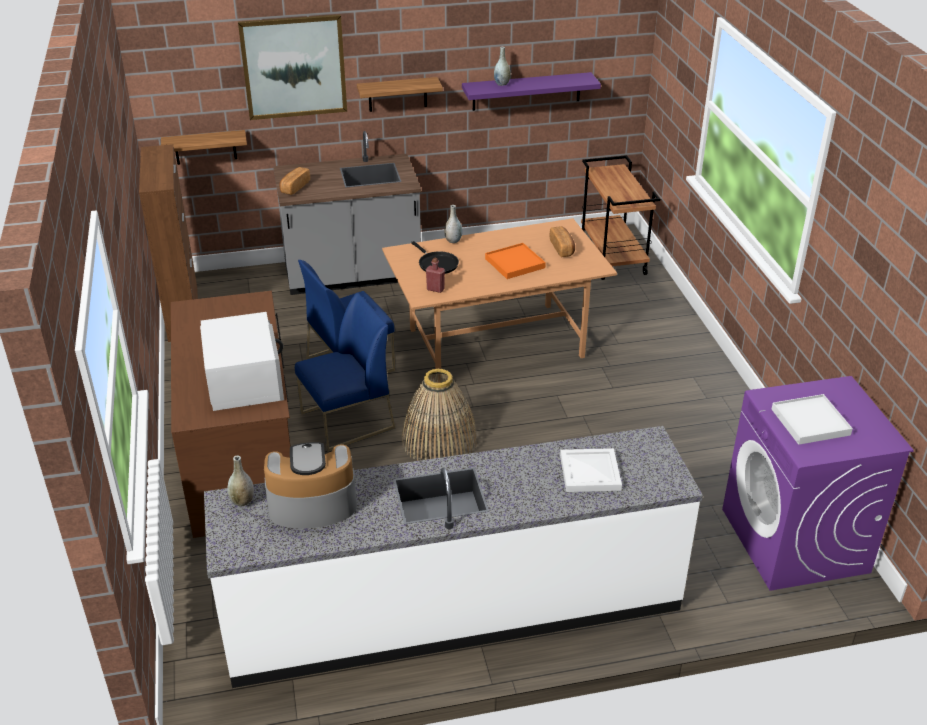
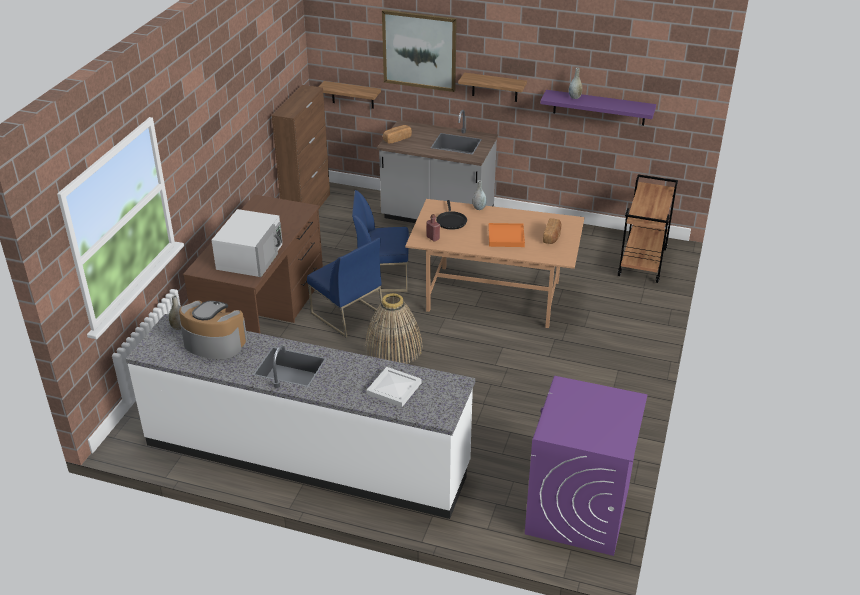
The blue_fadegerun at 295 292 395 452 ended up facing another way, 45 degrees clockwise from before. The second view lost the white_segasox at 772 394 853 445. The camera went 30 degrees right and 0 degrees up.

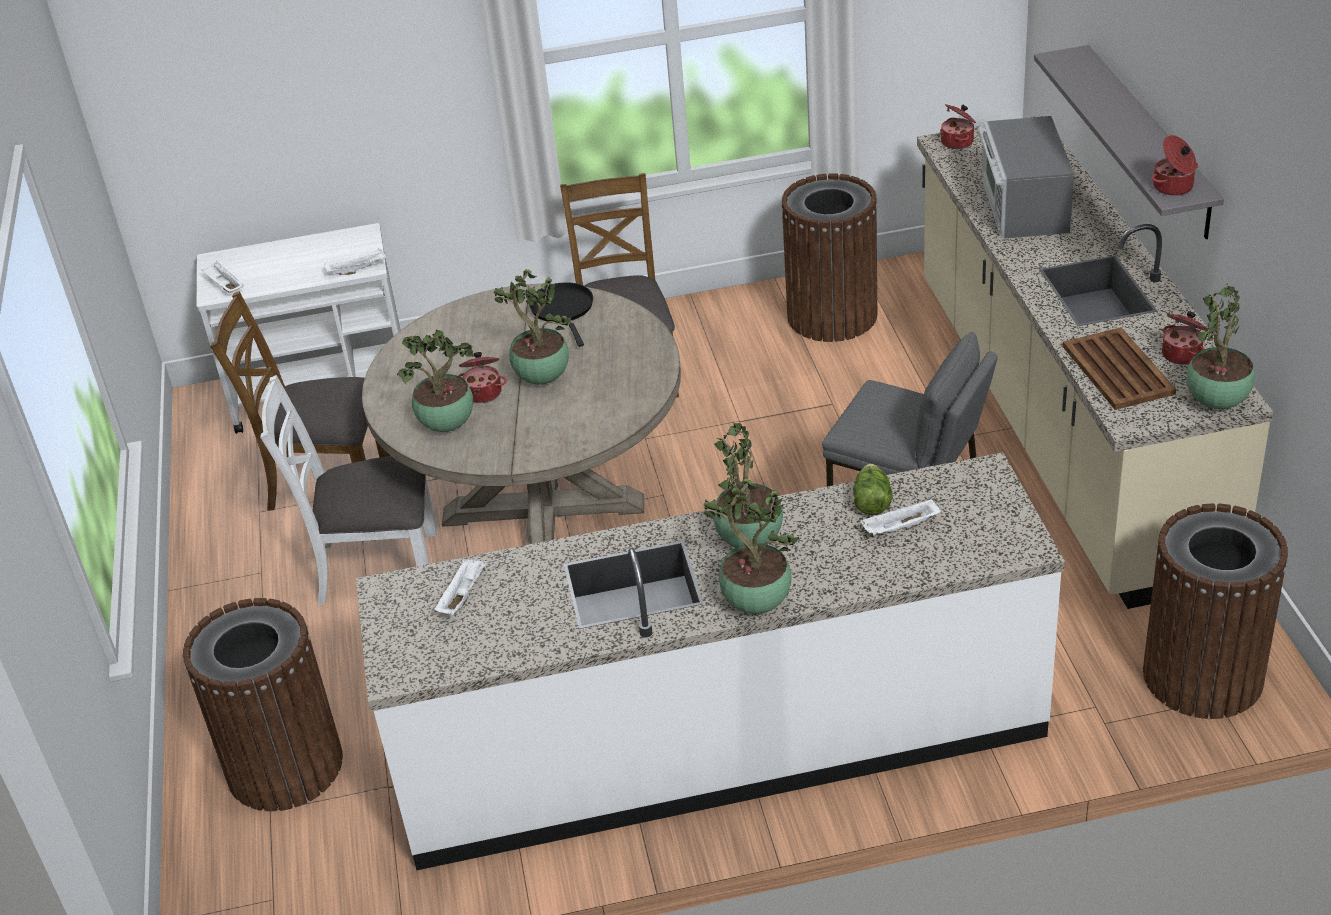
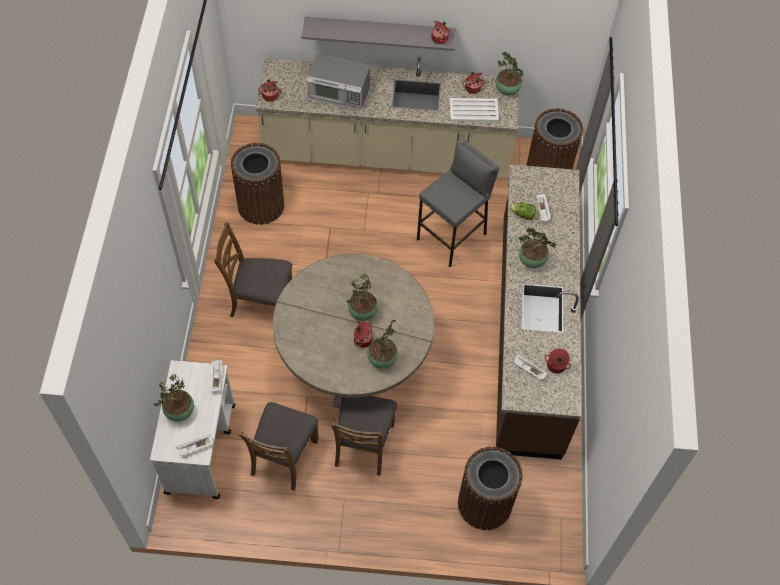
The second view lost the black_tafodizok at 529 282 593 347. What was the brown_segasox at 1063 327 1176 410 turned into the white_segasox at 450 98 499 122. What was the white_fadegerun at 260 375 437 605 turned into the brown_fadegerun at 331 396 397 476. What was the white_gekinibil at 356 452 1065 870 turned into the brown_gekinibil at 496 164 582 460. The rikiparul ended up elsewhere, having gone from 704 478 799 614 to 153 374 194 422. The second view gained the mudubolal at 545 348 571 374. The camera went 80 degrees left and 20 degrees up.

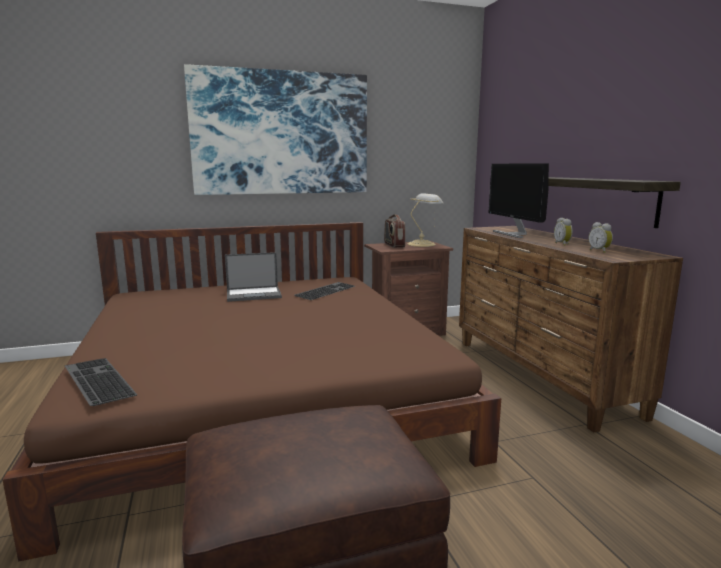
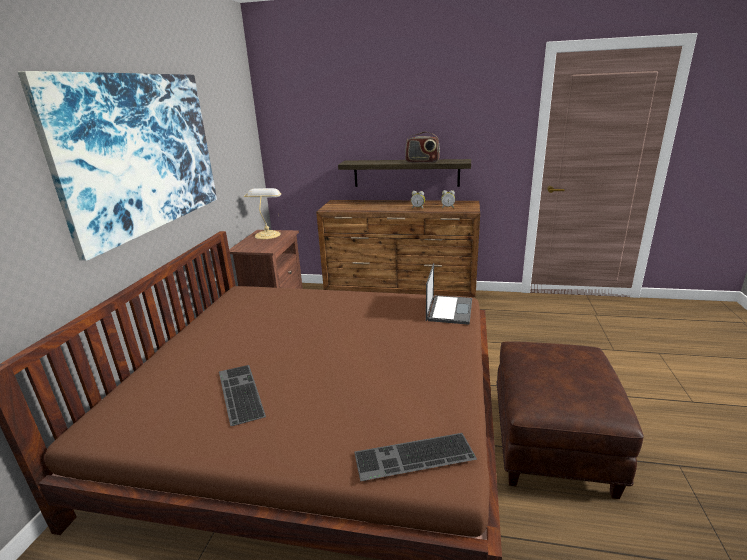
The second view lost the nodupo at 489 163 549 238. The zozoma ended up elsewhere, having gone from 384 214 406 248 to 405 131 440 163. The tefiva ended up elsewhere, having gone from 225 252 282 302 to 426 263 472 325. The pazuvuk ended up elsewhere, having gone from 294 282 355 300 to 219 365 266 426. The camera went 60 degrees left and 10 degrees up.

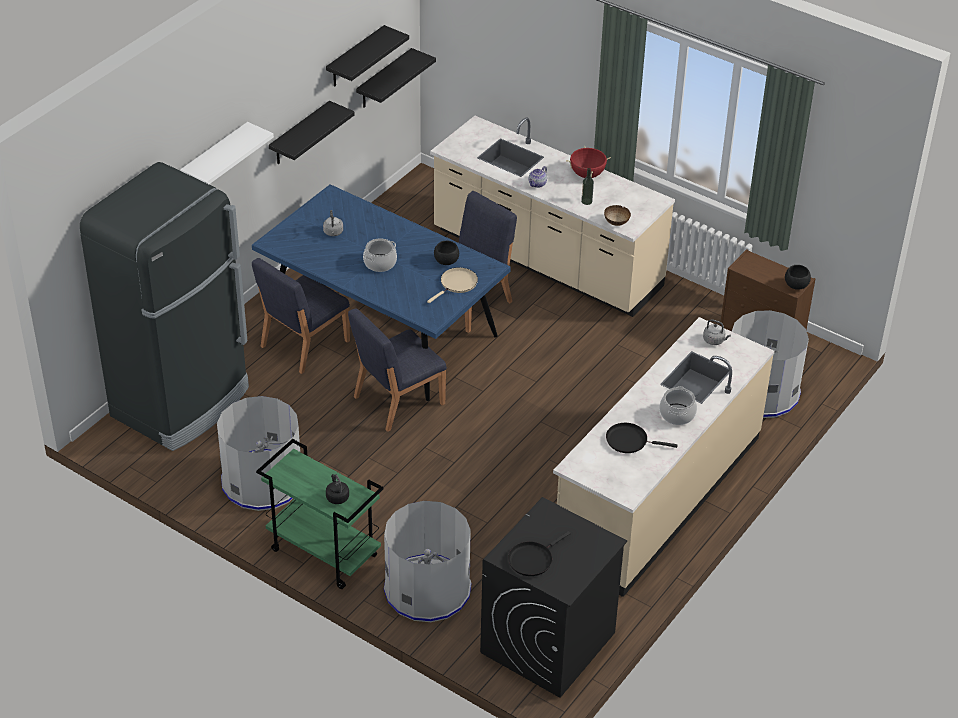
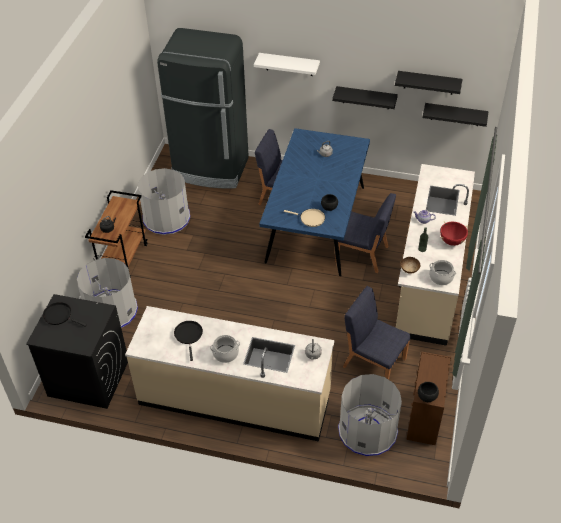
The mudubolal ended up elsewhere, having gone from 363 238 397 272 to 429 260 456 285. The blue_fadegerun ended up elsewhere, having gone from 348 308 447 432 to 343 286 411 380. What was the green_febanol at 256 439 384 589 turned into the brown_febanol at 85 190 147 278. The camera went 70 degrees right and 5 degrees up.

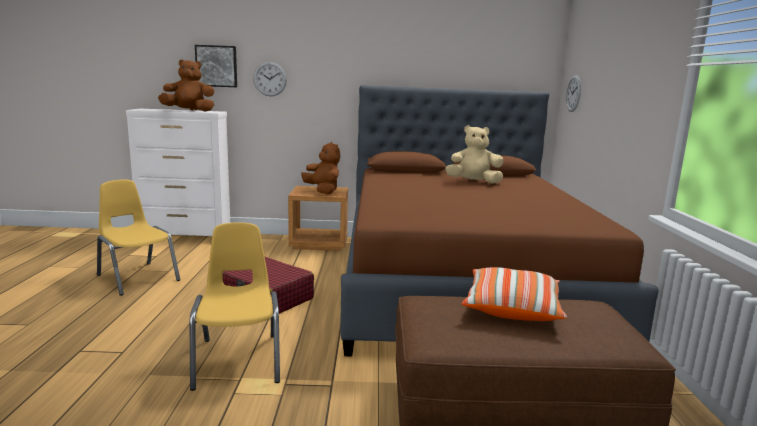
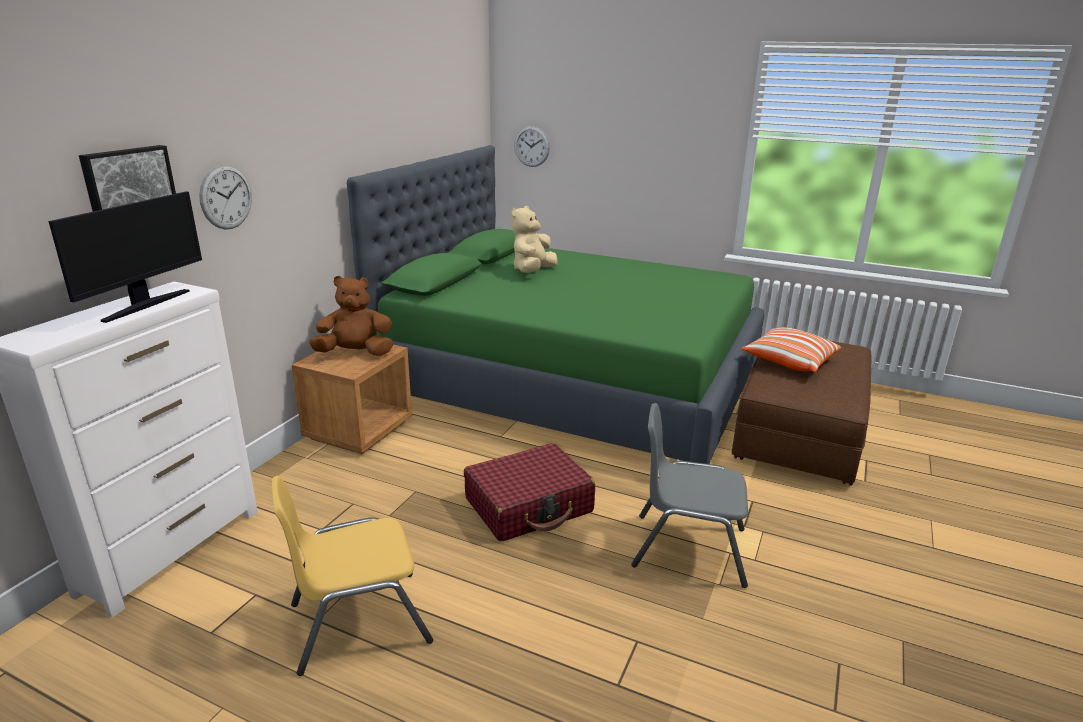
Where the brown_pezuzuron stood at 158 59 215 111, the nodupo came to stand at 48 191 202 323. What was the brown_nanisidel at 340 85 659 357 turned into the green_nanisidel at 347 145 764 464. What was the yellow_fadegerun at 190 222 280 391 turned into the grey_fadegerun at 631 403 748 588. The camera went 65 degrees left and 10 degrees up.

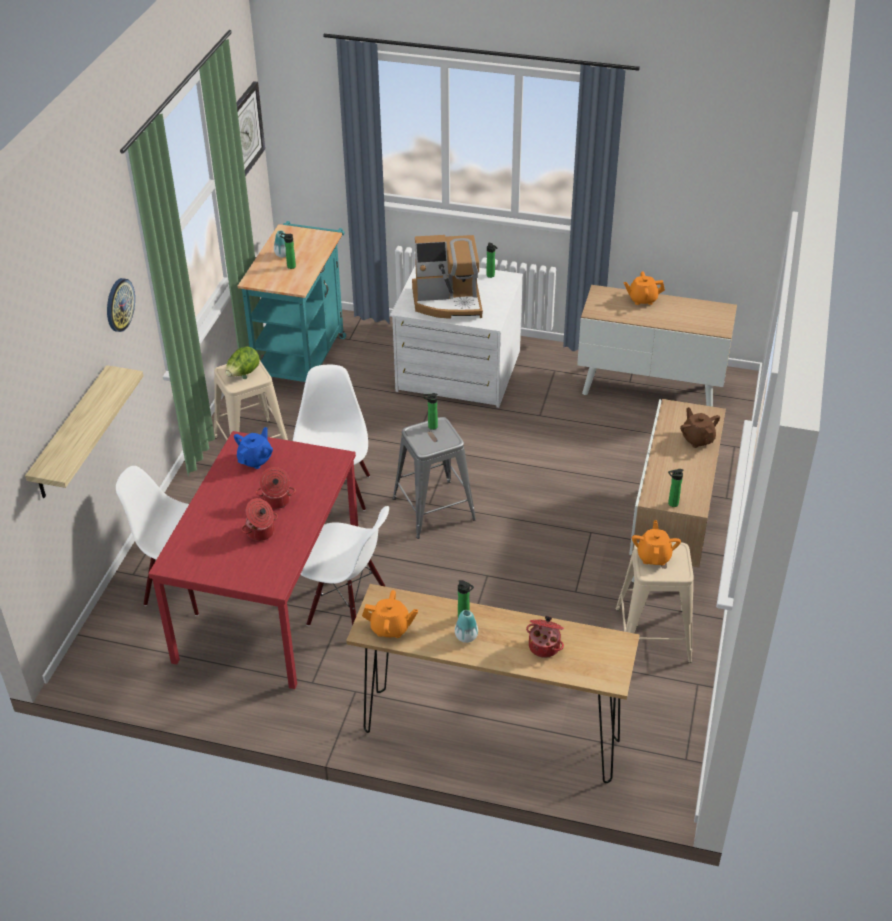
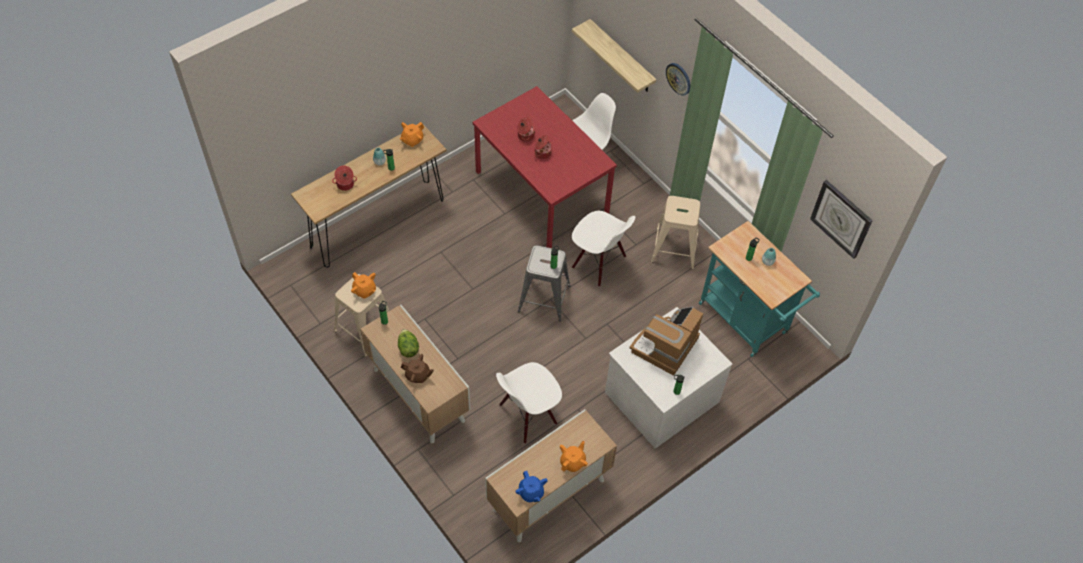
The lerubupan ended up elsewhere, having gone from 226 346 260 377 to 398 329 419 358. The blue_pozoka ended up elsewhere, having gone from 234 427 273 469 to 515 471 548 502. The white_fadegerun ended up elsewhere, having gone from 300 506 389 626 to 496 362 562 444. The camera went 125 degrees right and 15 degrees up.

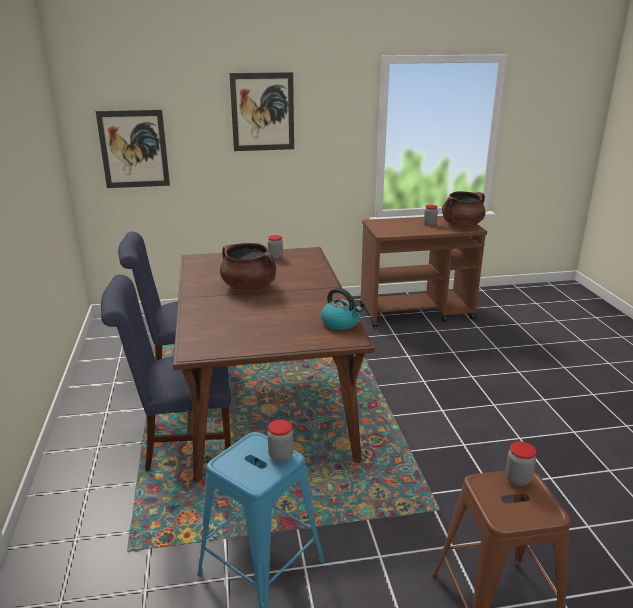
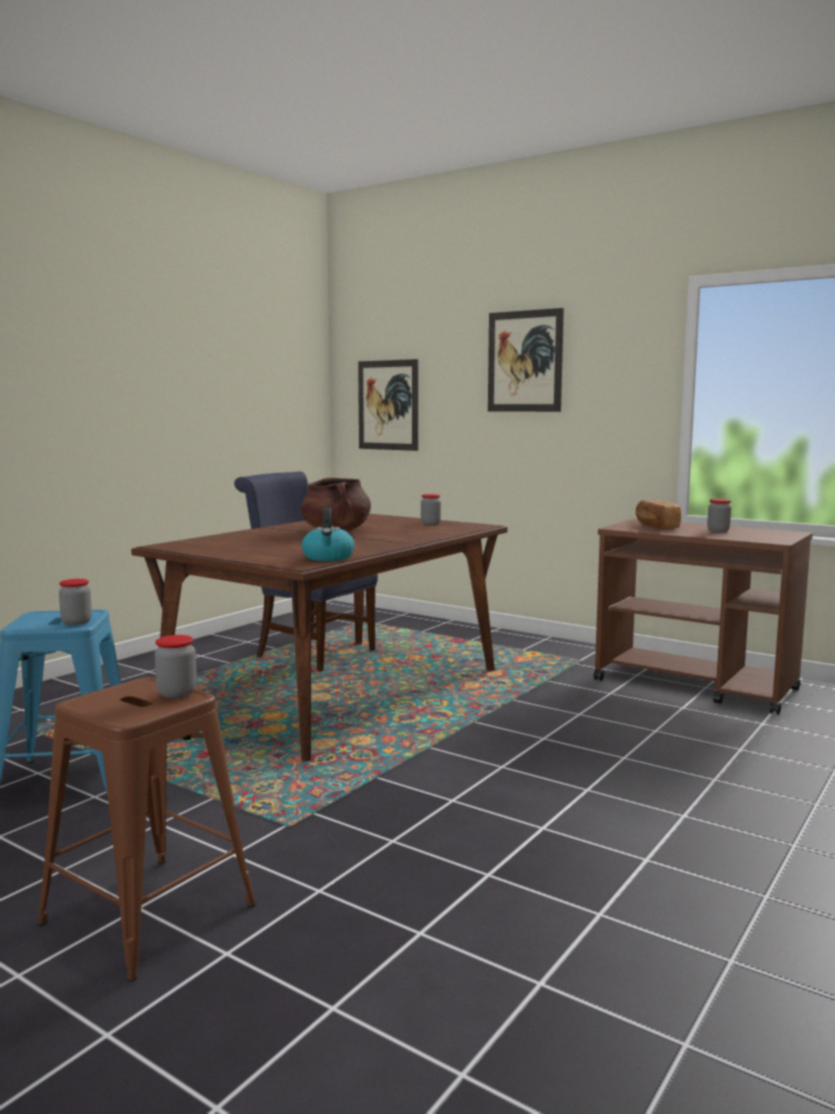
The second view lost the brown_mudubolal at 442 191 486 227. The second view lost the blue_fadegerun at 101 275 231 471. The second view gained the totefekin at 636 500 681 529. The camera went 45 degrees right and 15 degrees down.

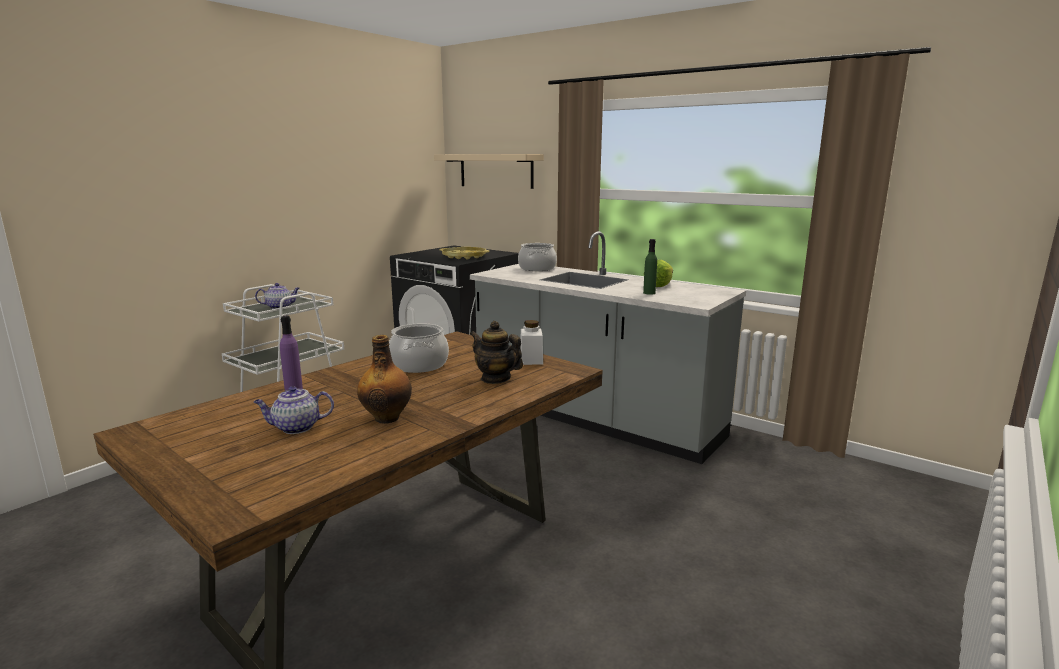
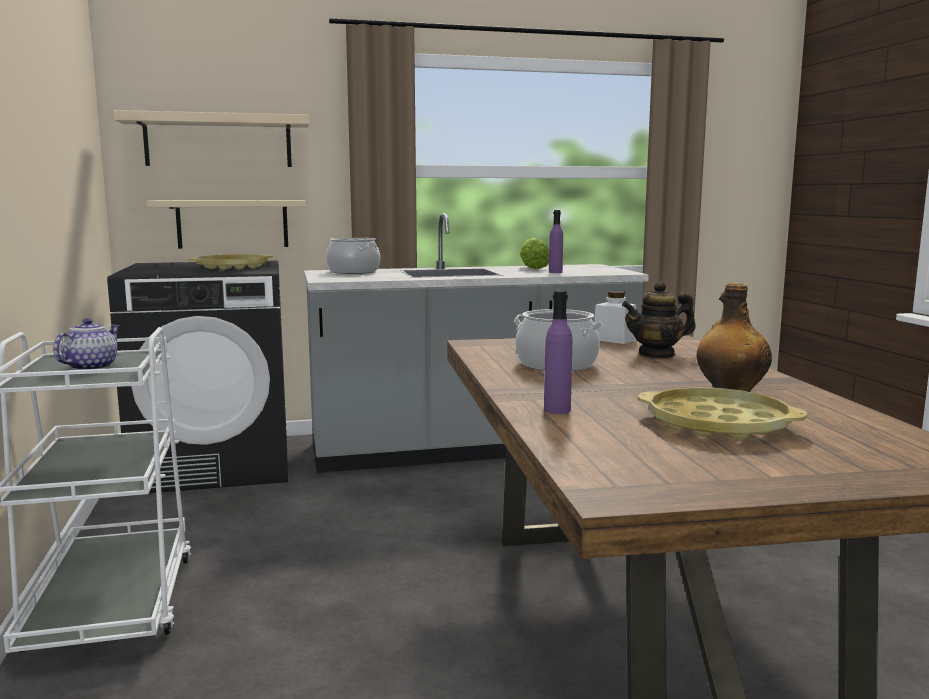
What was the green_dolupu at 643 239 657 295 turned into the purple_dolupu at 549 210 563 273. Where the pozoka stood at 254 386 334 434, the yellow_segasox came to stand at 638 387 807 440. The second view gained the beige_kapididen at 146 200 306 249. The camera went 50 degrees left and 5 degrees down.

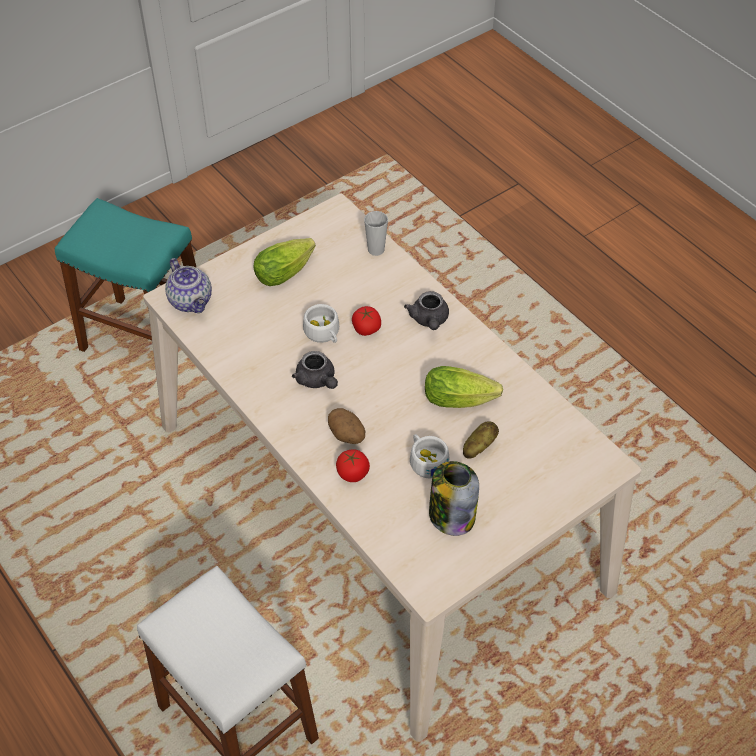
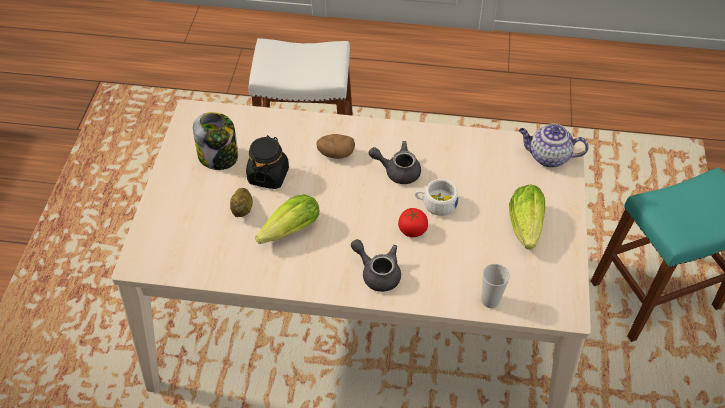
Where the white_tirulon stood at 410 434 449 478, the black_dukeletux came to stand at 246 135 289 189. The second view lost the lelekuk at 336 450 370 482. The camera went 135 degrees right and 0 degrees up.

